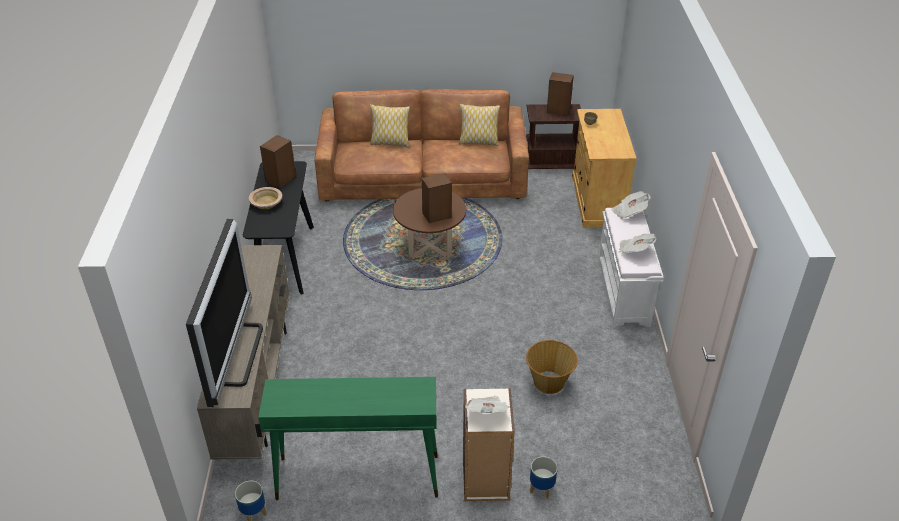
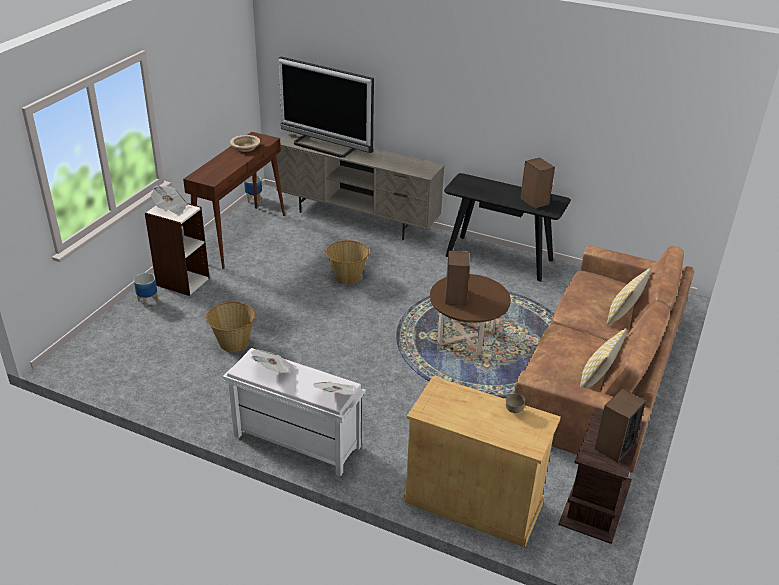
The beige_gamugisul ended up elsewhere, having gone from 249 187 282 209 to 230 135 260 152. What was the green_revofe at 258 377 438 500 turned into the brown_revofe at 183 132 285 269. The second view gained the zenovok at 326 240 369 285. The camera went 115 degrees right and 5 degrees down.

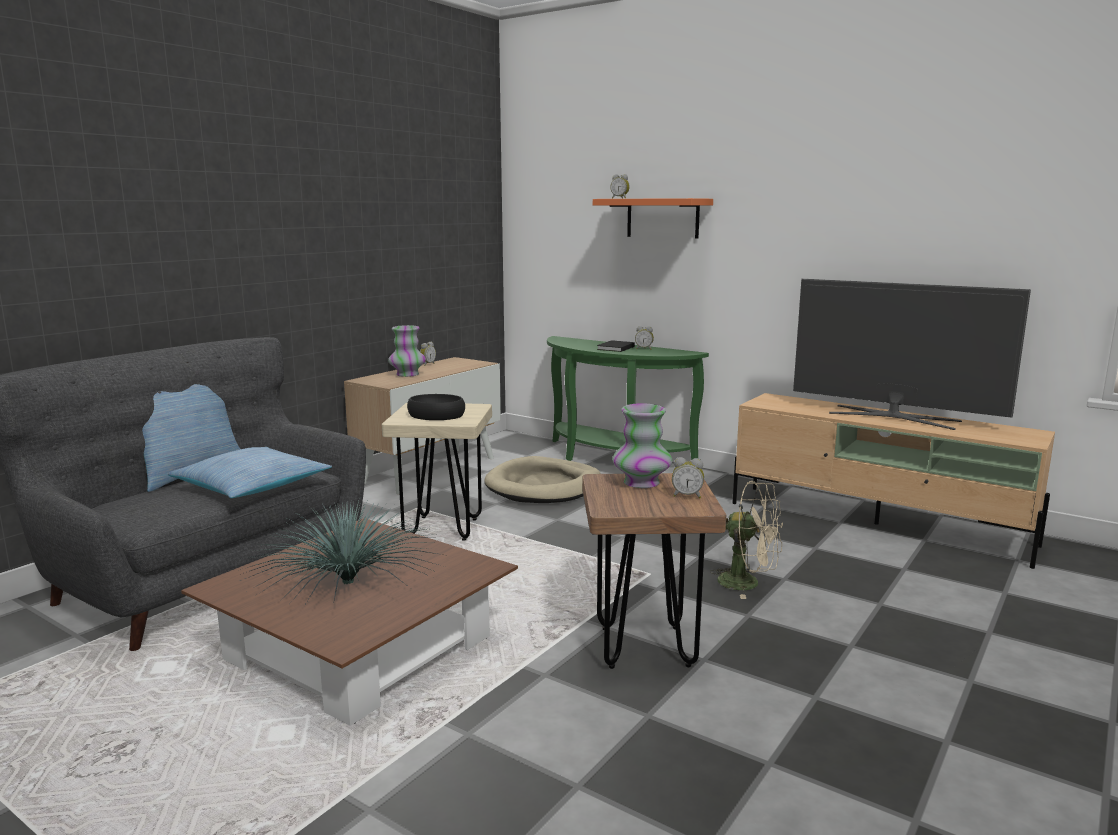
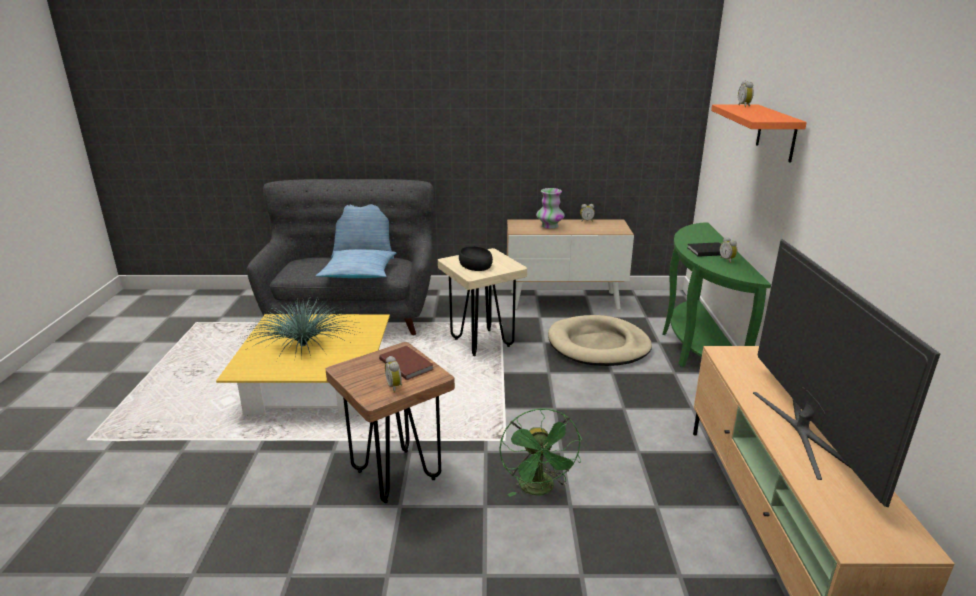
Where the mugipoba stood at 612 403 672 488, the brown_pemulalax came to stand at 379 346 434 380. What was the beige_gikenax at 710 481 783 599 turned into the green_gikenax at 499 408 582 497. What was the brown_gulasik at 181 518 518 726 turned into the yellow_gulasik at 216 314 390 415. The camera went 55 degrees right and 10 degrees up.

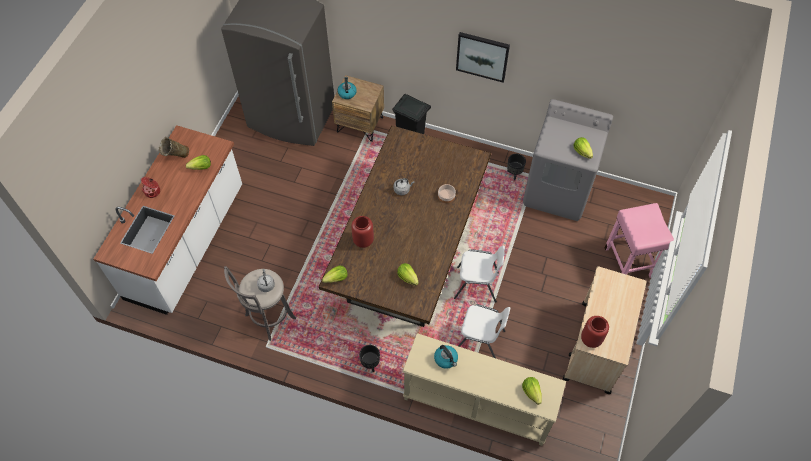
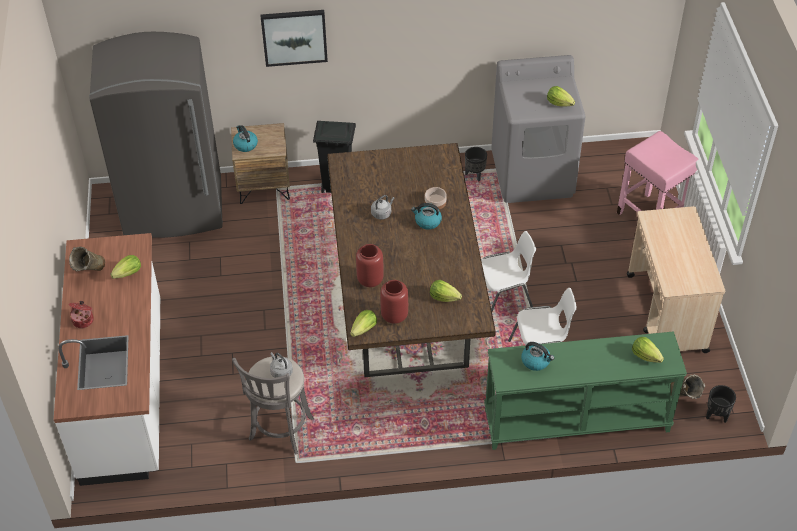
The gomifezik ended up elsewhere, having gone from 456 32 510 83 to 260 10 328 67. The red_mugipoba ended up elsewhere, having gone from 581 316 609 348 to 380 280 408 324. What was the beige_revofe at 403 333 566 446 turned into the green_revofe at 484 331 687 450. The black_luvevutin ended up elsewhere, having gone from 359 345 380 372 to 706 385 736 423. The second view gained the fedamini at 411 203 442 229. The second view gained the beige_mugipoba at 671 374 705 399. The camera went 25 degrees left and 10 degrees down.

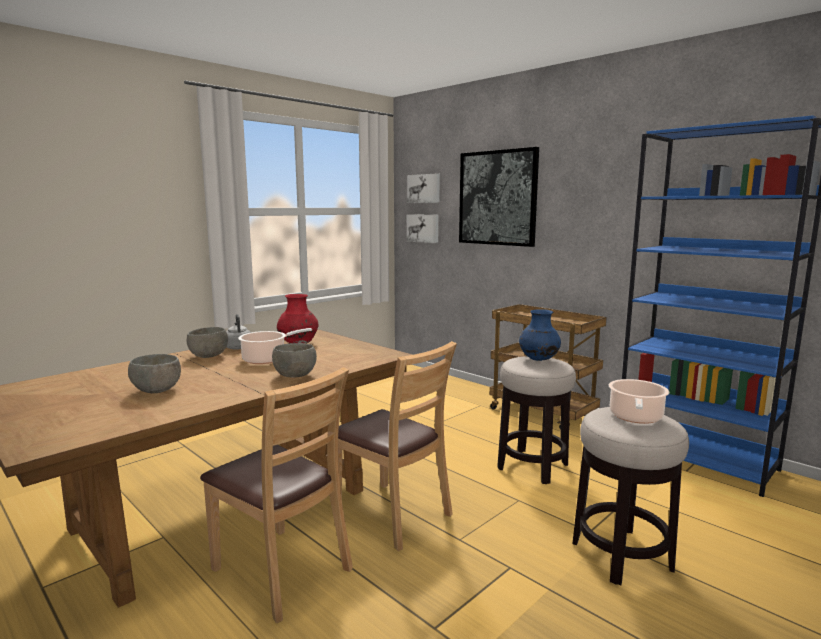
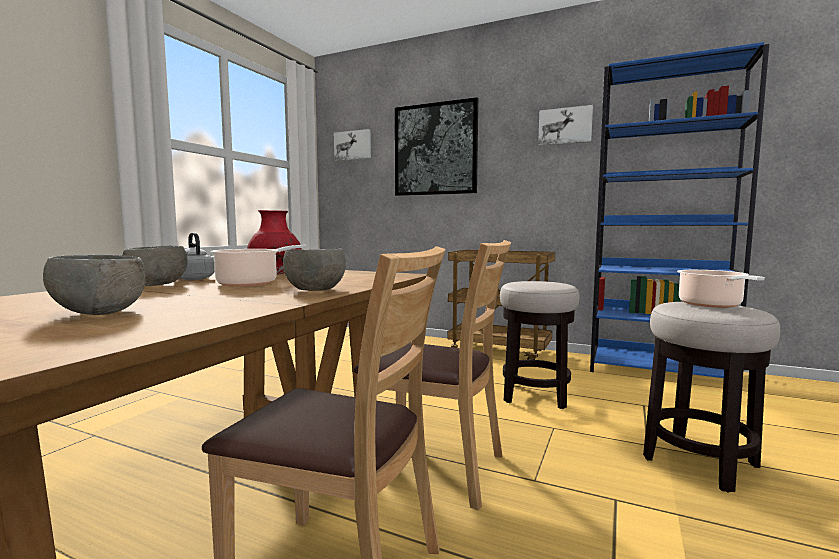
The gomifezik ended up elsewhere, having gone from 407 214 439 243 to 538 105 593 146. The second view lost the blue_mugipoba at 519 309 561 361. The camera went 20 degrees left and 5 degrees down.

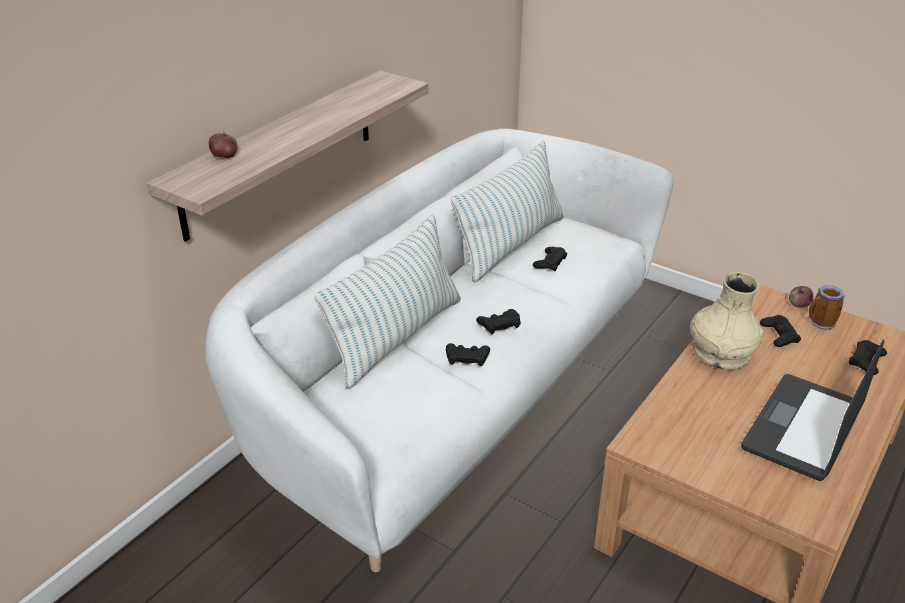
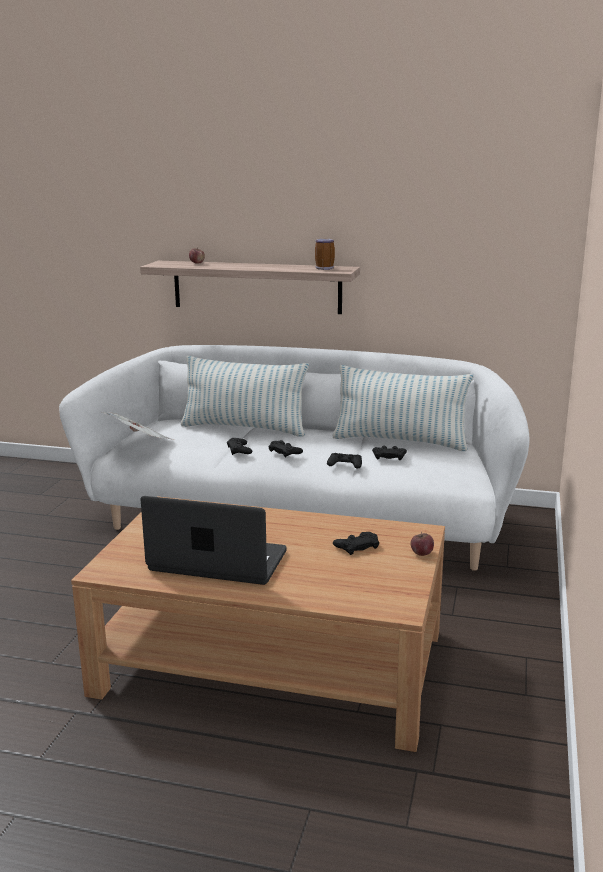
The second view lost the beige_mugipoba at 690 272 764 370. The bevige ended up elsewhere, having gone from 809 285 845 330 to 315 239 335 270. The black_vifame ended up elsewhere, having gone from 849 340 887 375 to 327 453 362 468. The second view gained the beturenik at 102 412 172 439. The camera went 70 degrees right and 15 degrees down.

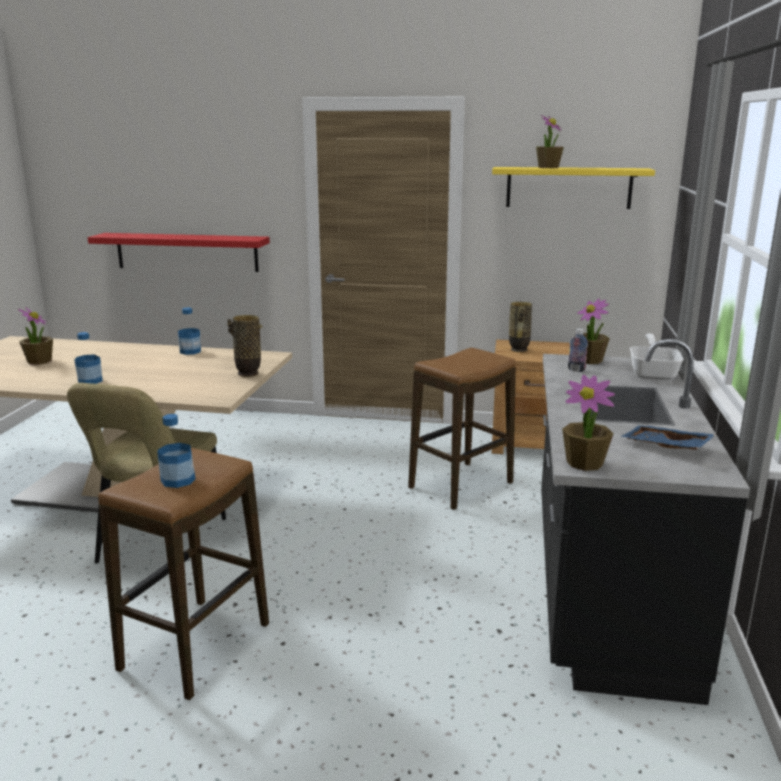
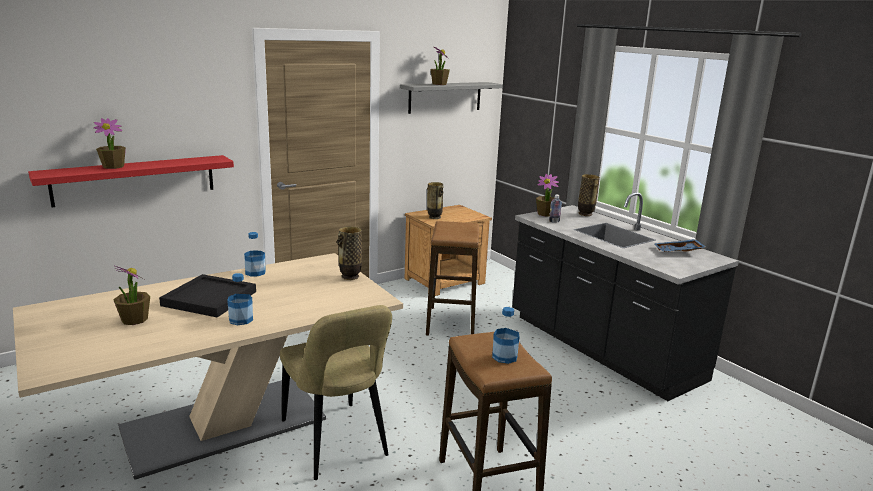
What was the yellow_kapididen at 492 167 655 209 turned into the grey_kapididen at 400 82 503 114. Where the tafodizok stood at 630 334 684 380, the mugipoba came to stand at 578 174 600 216. The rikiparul ended up elsewhere, having gone from 562 375 615 471 to 94 118 126 169. The second view gained the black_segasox at 159 274 256 318. The camera went 45 degrees left and 0 degrees up.

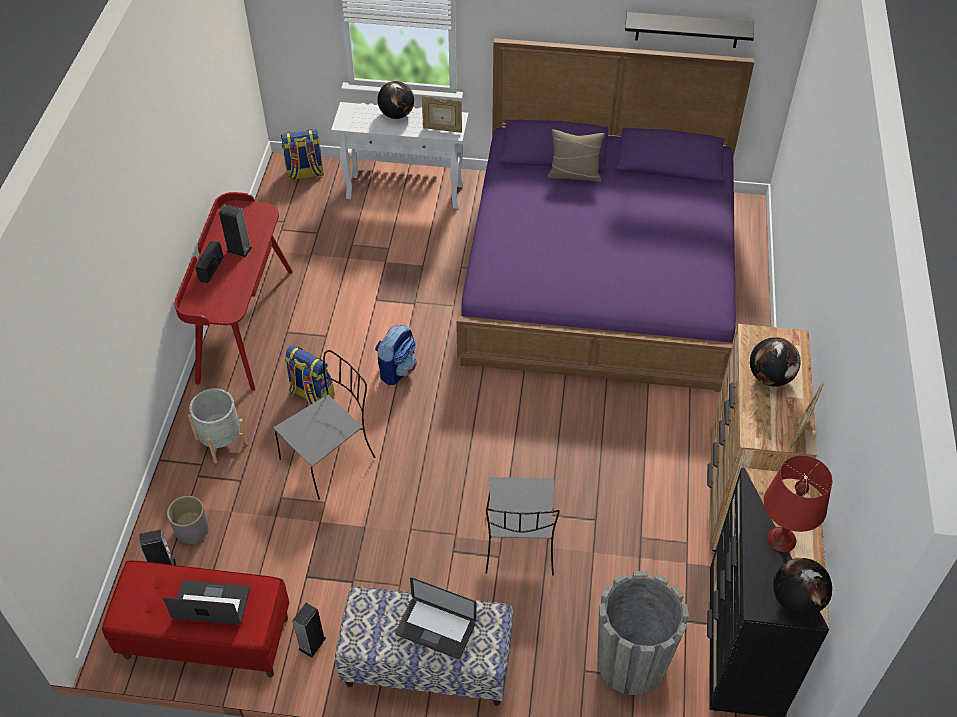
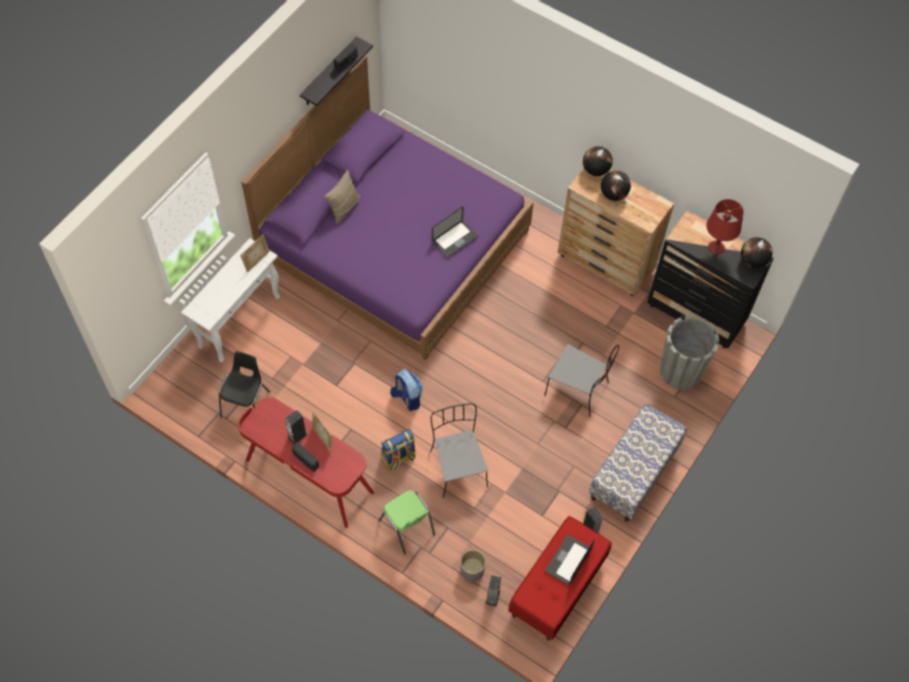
The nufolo ended up elsewhere, having gone from 377 81 414 119 to 583 146 613 176. The second view lost the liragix at 281 129 324 181. The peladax ended up elsewhere, having gone from 790 383 824 449 to 312 411 332 452. Where the grey_luvevutin stood at 188 388 249 463, the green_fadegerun came to stand at 379 490 435 555. The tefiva ended up elsewhere, having gone from 395 577 476 659 to 432 206 478 258. The second view gained the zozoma at 334 44 358 72. The second view gained the black_fadegerun at 219 351 270 418. The camera went 65 degrees left and 10 degrees up.

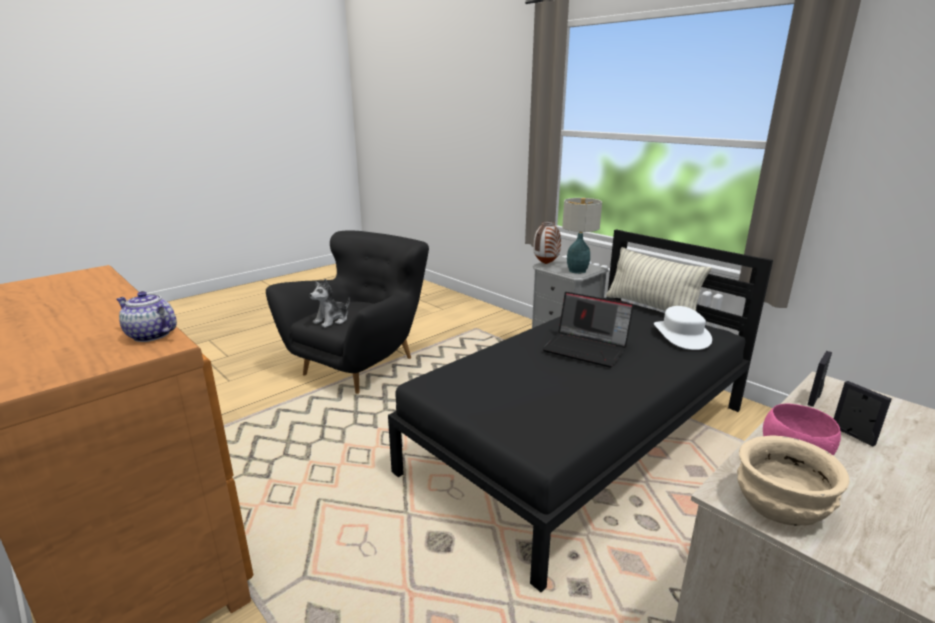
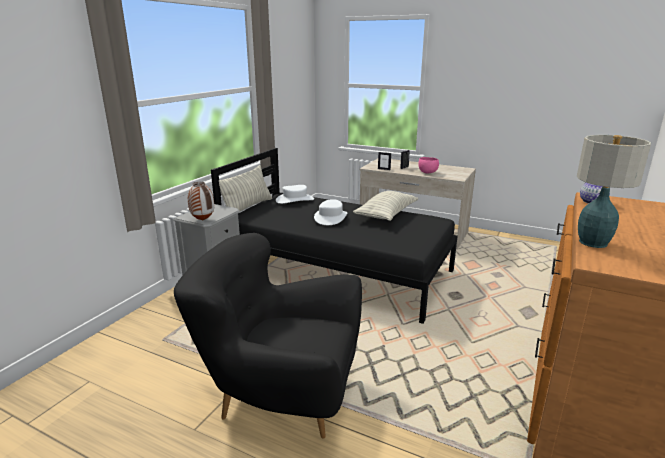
The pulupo ended up elsewhere, having gone from 562 198 602 274 to 577 135 651 248. The second view lost the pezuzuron at 310 279 350 328. Where the tefiva stood at 542 292 634 367, the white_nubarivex came to stand at 314 199 347 225. The second view lost the beige_gamugisul at 737 436 850 526. The second view gained the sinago at 353 191 418 221. The camera went 110 degrees left and 0 degrees up.

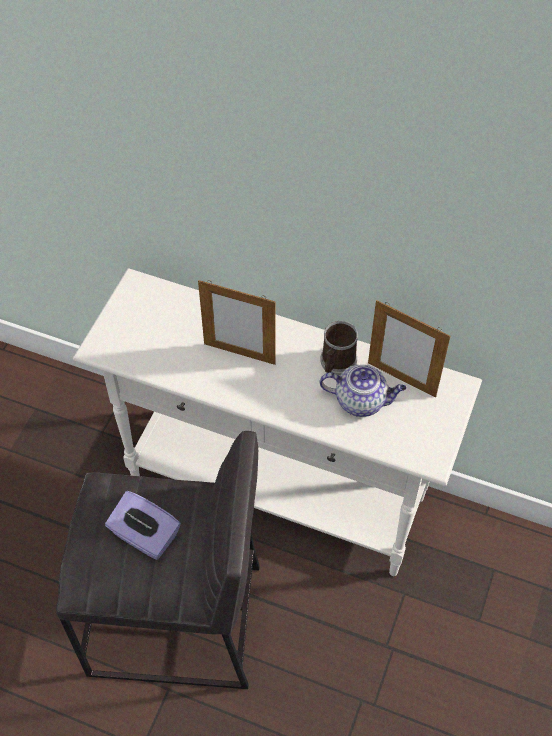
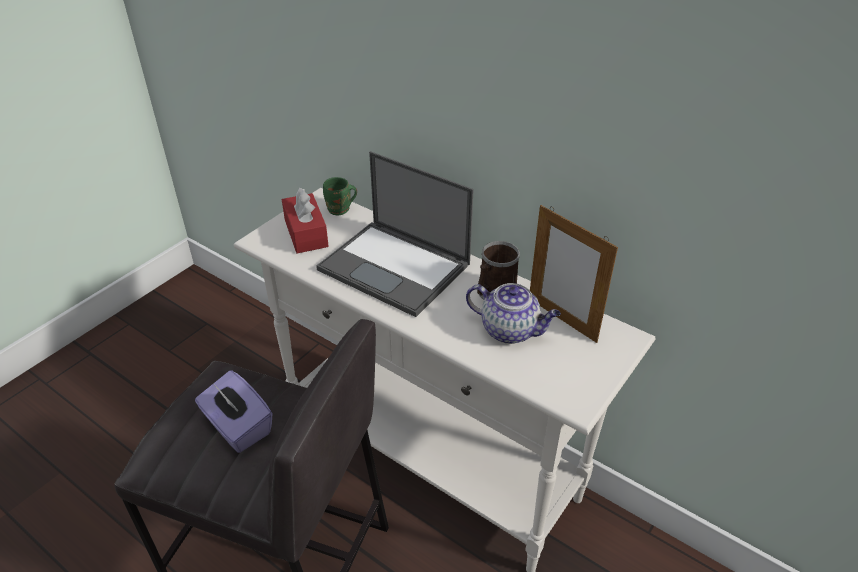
Where the peladax stood at 198 280 275 365, the tefiva came to stand at 316 151 474 317. The second view gained the green_bevige at 323 177 357 215. The second view gained the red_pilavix at 282 188 329 254. The camera went 15 degrees right and 15 degrees down.

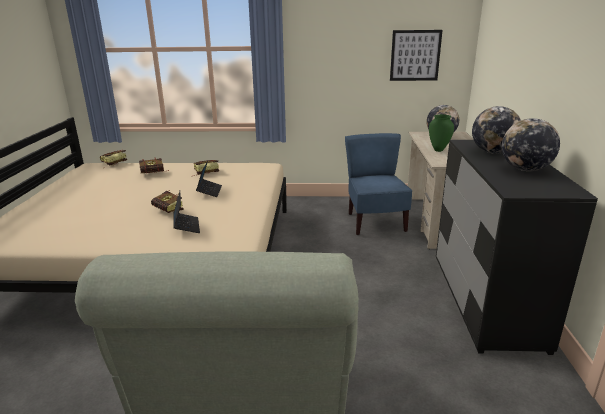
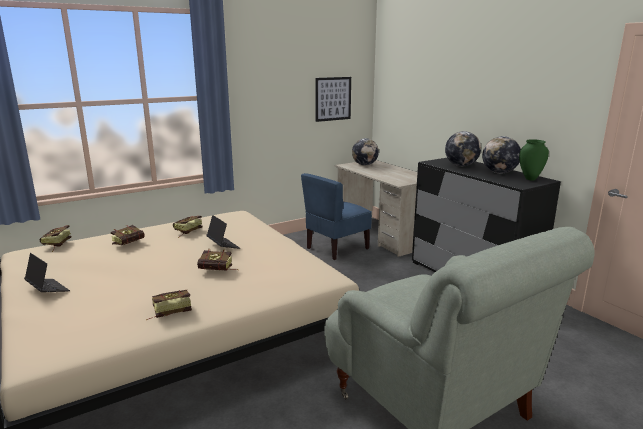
The green_mugipoba ended up elsewhere, having gone from 429 114 454 152 to 519 139 549 180. The blue_fadegerun at 345 133 412 235 ended up facing another way, 90 degrees counterclockwise from before. The tefiva ended up elsewhere, having gone from 173 191 200 233 to 24 253 70 292. The second view gained the pemulalax at 146 290 192 320. The camera went 35 degrees left and 5 degrees down.

